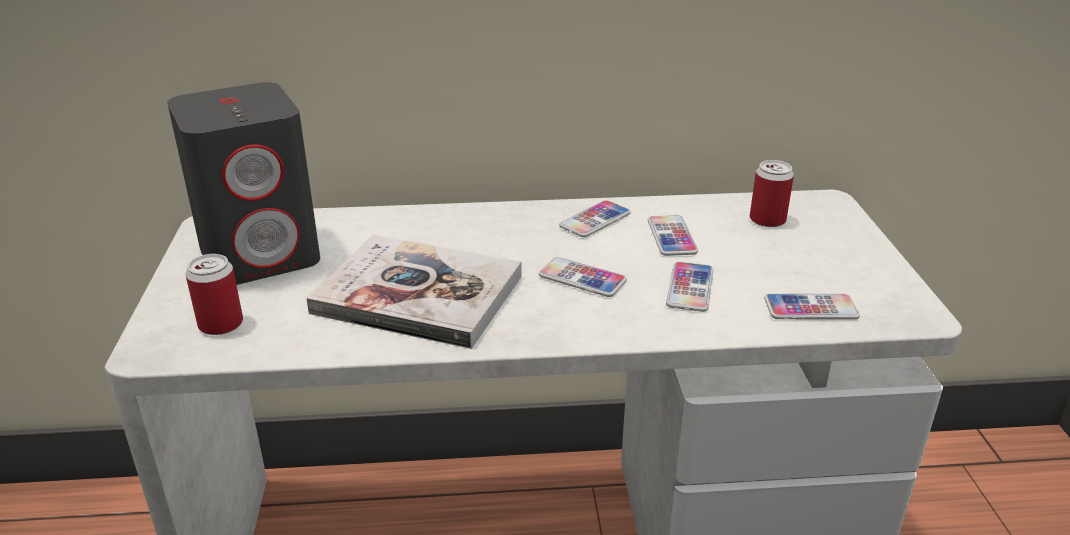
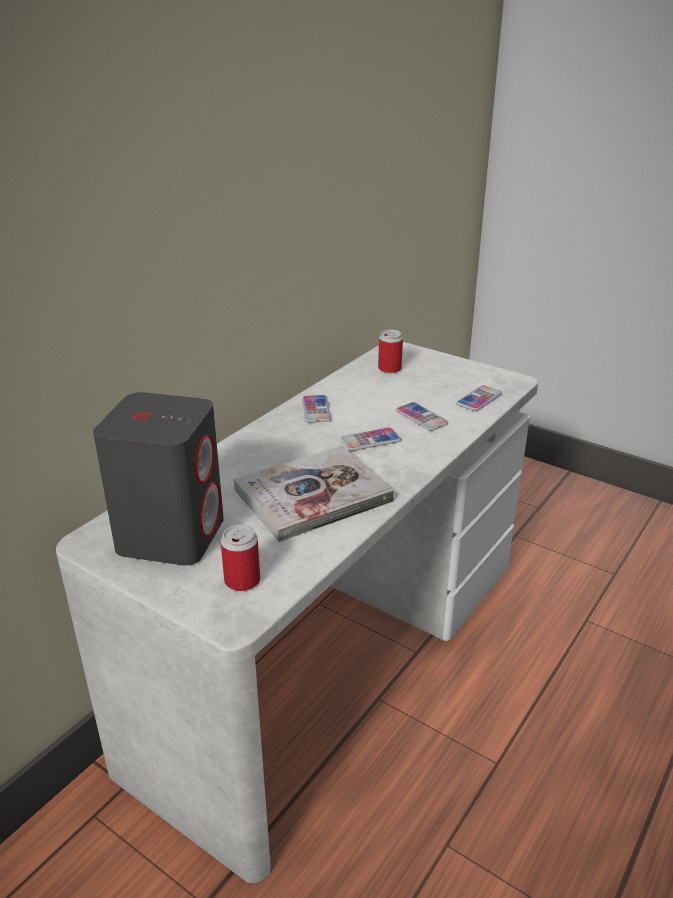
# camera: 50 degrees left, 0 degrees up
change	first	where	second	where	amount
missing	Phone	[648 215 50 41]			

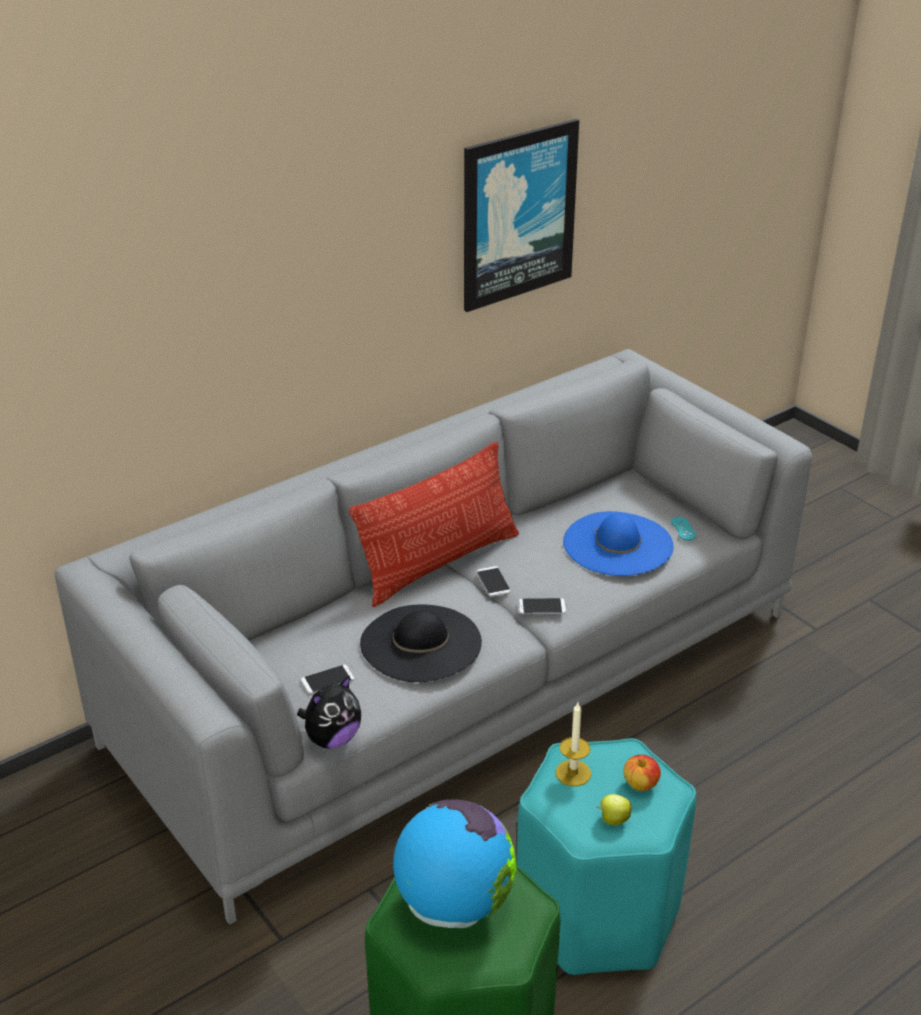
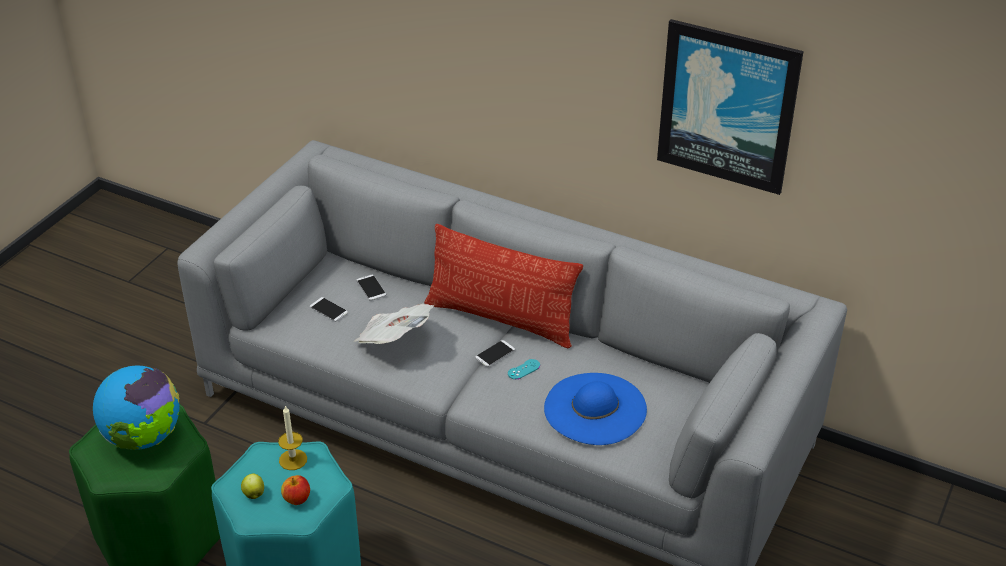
# camera: 65 degrees right, 5 degrees up
change	first	where	second	where	amount
relocated	TurquoiseGameController	[671 517 25 23]		[508 359 32 21]	
relocated	Phone	[519 598 47 16]		[356 275 30 26]	
exchanged	BlackHat	[360 605 122 77]	Newspaper	[354 304 80 40]	
missing	PlushToy	[297 675 64 74]			

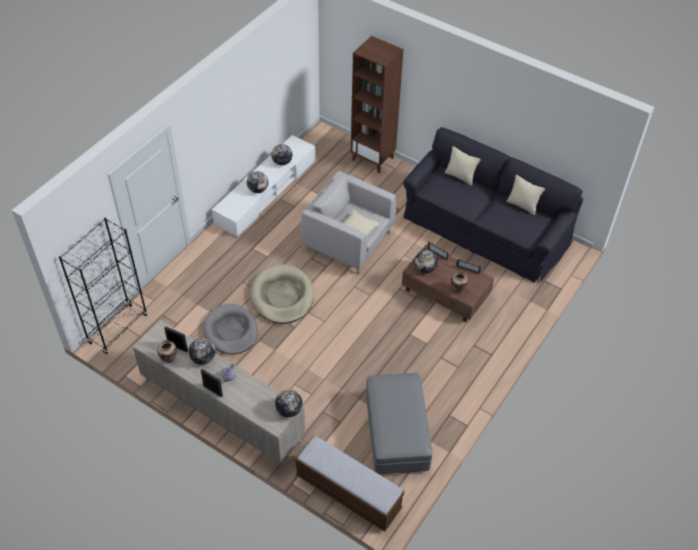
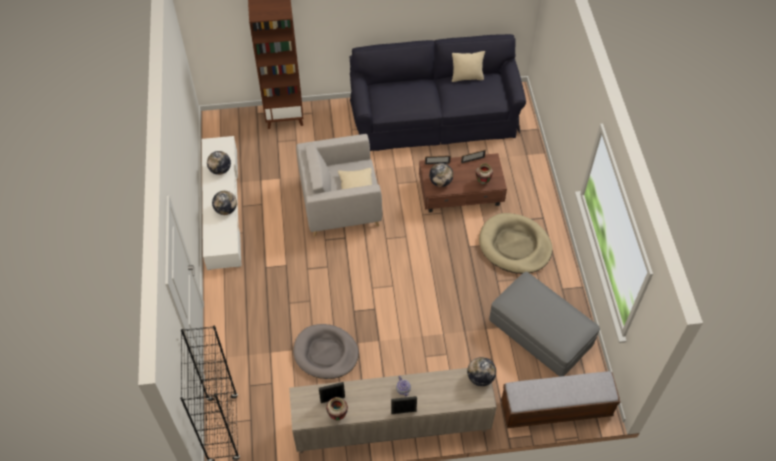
# camera: 40 degrees left, 5 degrees up
change	first	where	second	where	amount
missing	BeigePillow	[445 146 36 40]			
relocated	BeigeDogBed	[251 265 63 59]		[479 213 74 61]	
missing	Globe	[189 338 26 27]			

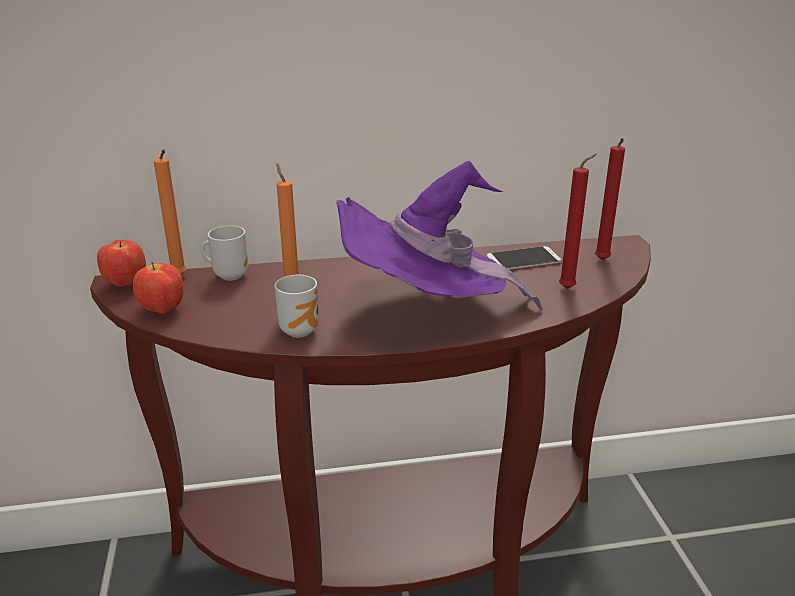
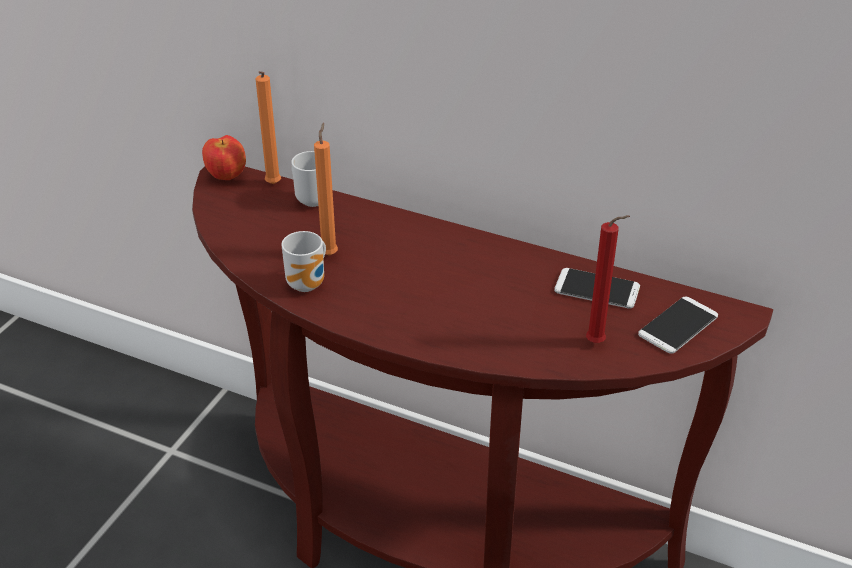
# camera: 35 degrees right, 10 degrees up
change	first	where	second	where	amount
exchanged	RedCandle	[595 138 30 122]	Phone	[638 297 80 57]	
missing	PurpleHat	[336 161 207 150]			
missing	Apple	[133 262 50 52]			

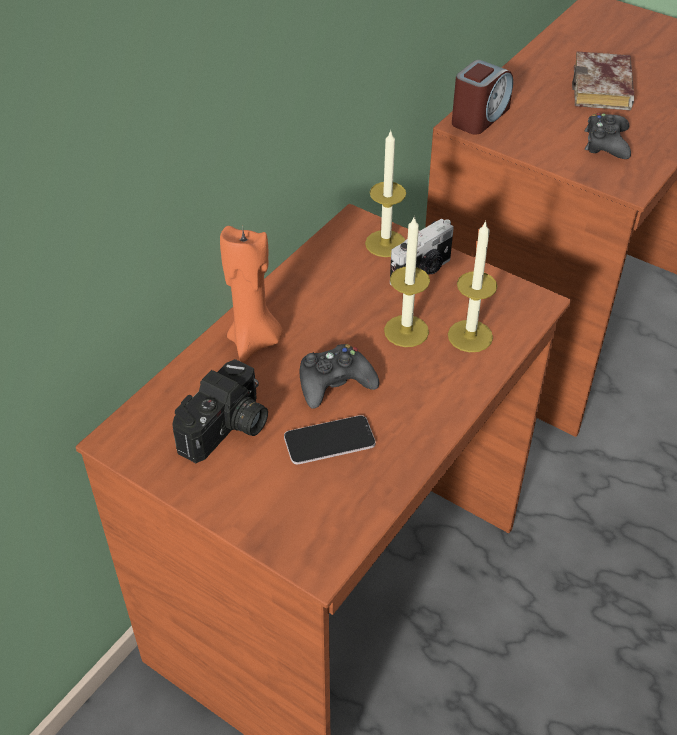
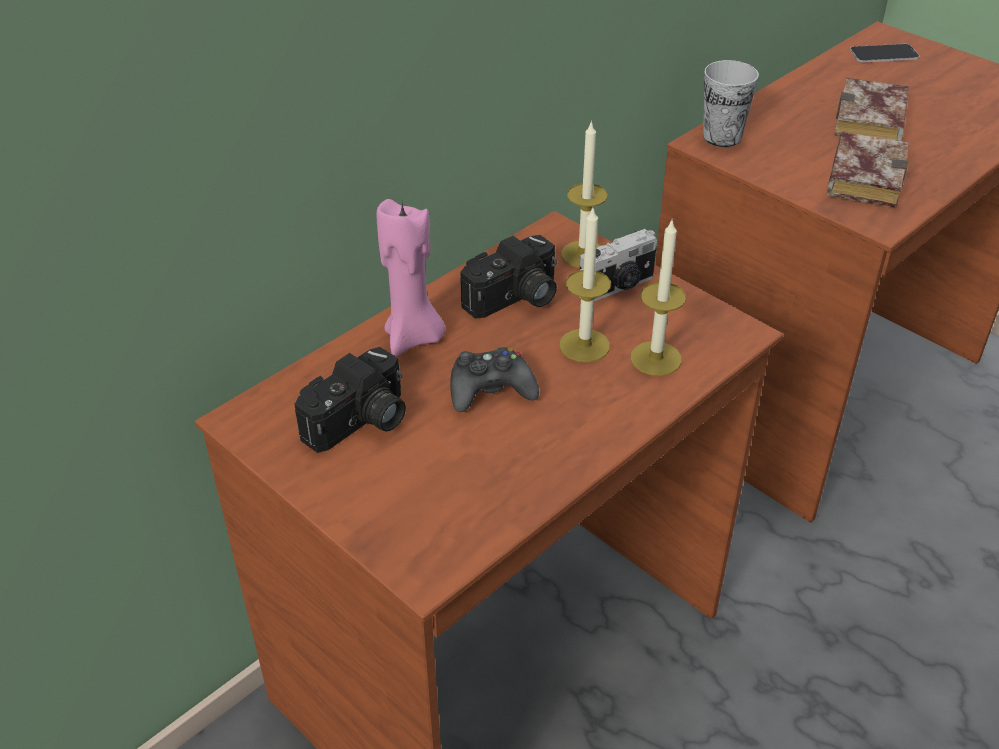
# camera: 10 degrees right, 5 degrees down
change	first	where	second	where	amount
exchanged	AlarmClock	[452 60 61 75]	Cup	[703 60 56 87]	
exchanged	BlackGameController	[585 113 46 46]	Book	[827 132 82 76]	
colour	OrangeCandle	[220 226 63 136]	PinkCandle	[377 199 68 157]	
relocated	Phone	[284 415 92 50]		[850 44 69 19]	
appeared			PhotoCamera	[460 235 97 84]	

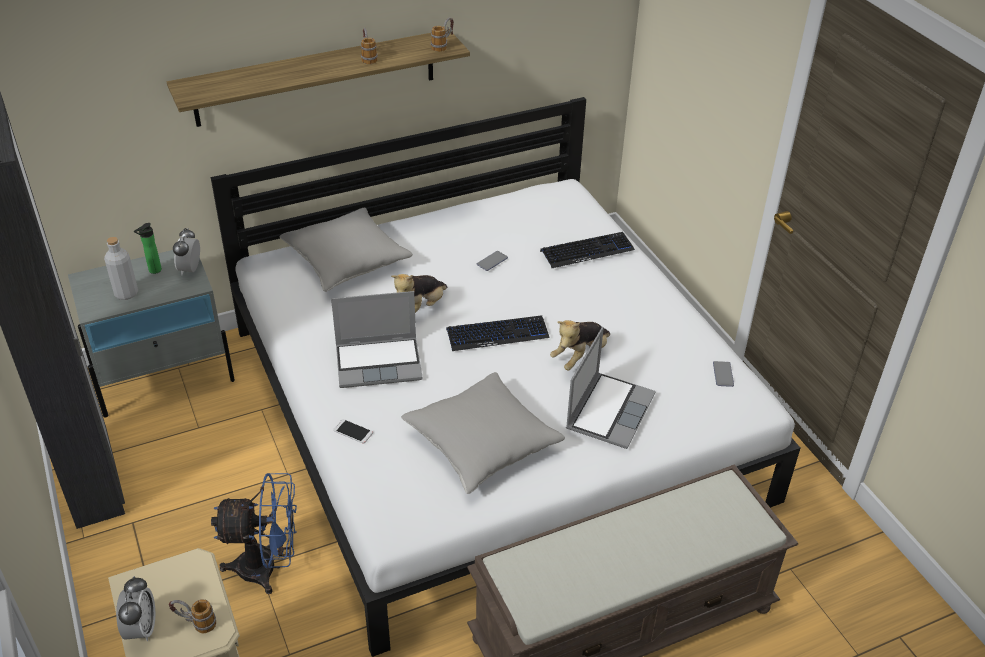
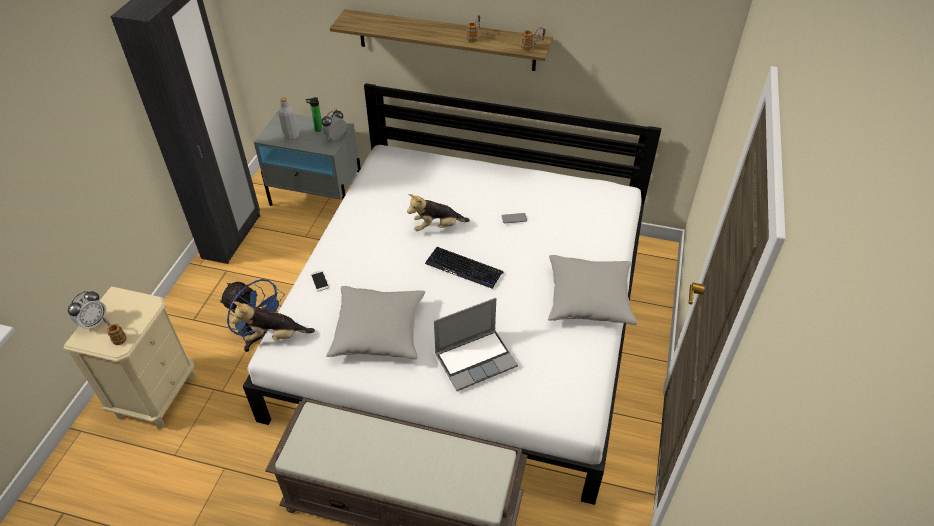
# camera: 40 degrees right, 5 degrees up
change	first	where	second	where	amount
relocated	GreyPillow	[279 208 134 84]		[548 255 89 70]	
missing	Keyboard	[540 232 95 36]			
missing	Laptop	[331 291 92 97]			
relocated	PlushToy	[550 320 60 51]		[231 301 84 40]	
missing	Phone	[713 361 21 26]			

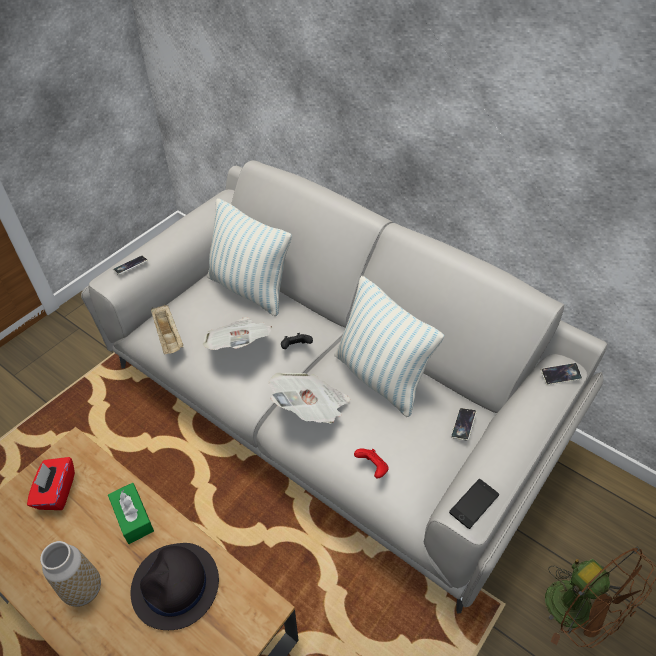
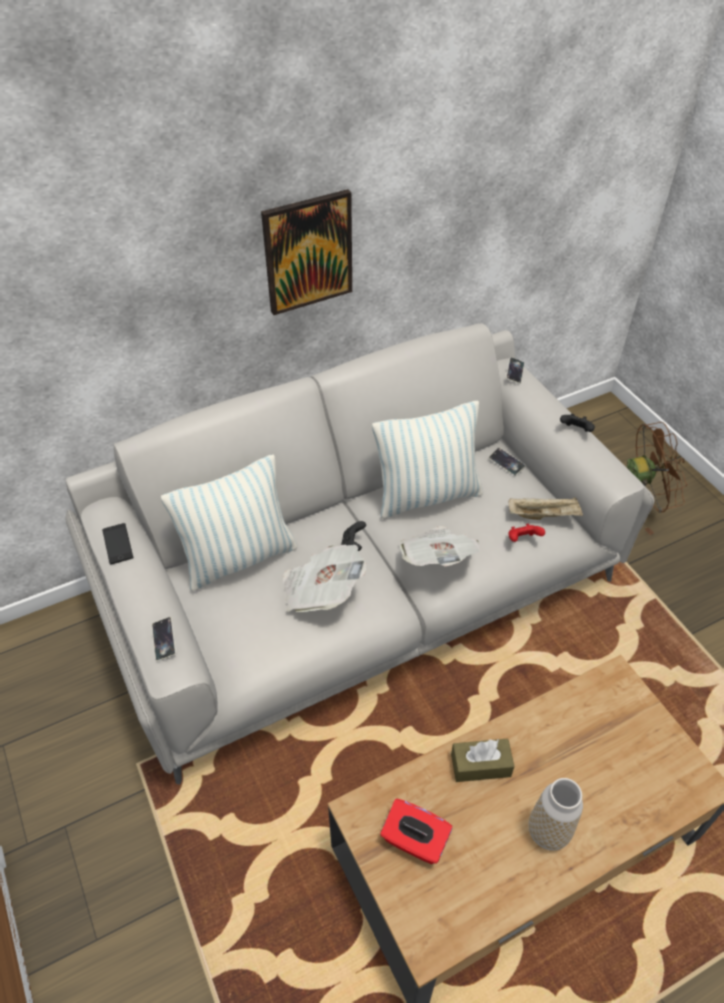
# camera: 65 degrees left, 0 degrees up
change	first	where	second	where	amount
relocated	BeigeTray	[151 305 32 49]		[509 497 74 23]	
relocated	Phone	[449 479 50 50]		[102 523 31 41]	
colour	GreenTissueBox	[108 483 46 61]	BrownTissueBox	[451 739 64 43]	
missing	BlackHat	[131 543 88 87]			
appeared			Picture	[261 189 91 126]	
appeared			BlackGameController	[560 414 35 18]	

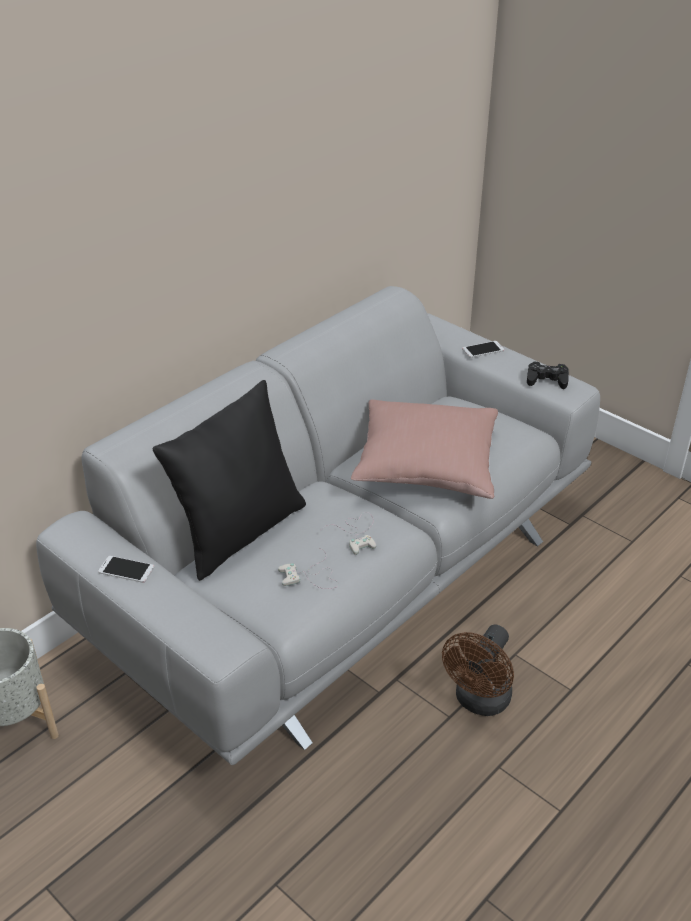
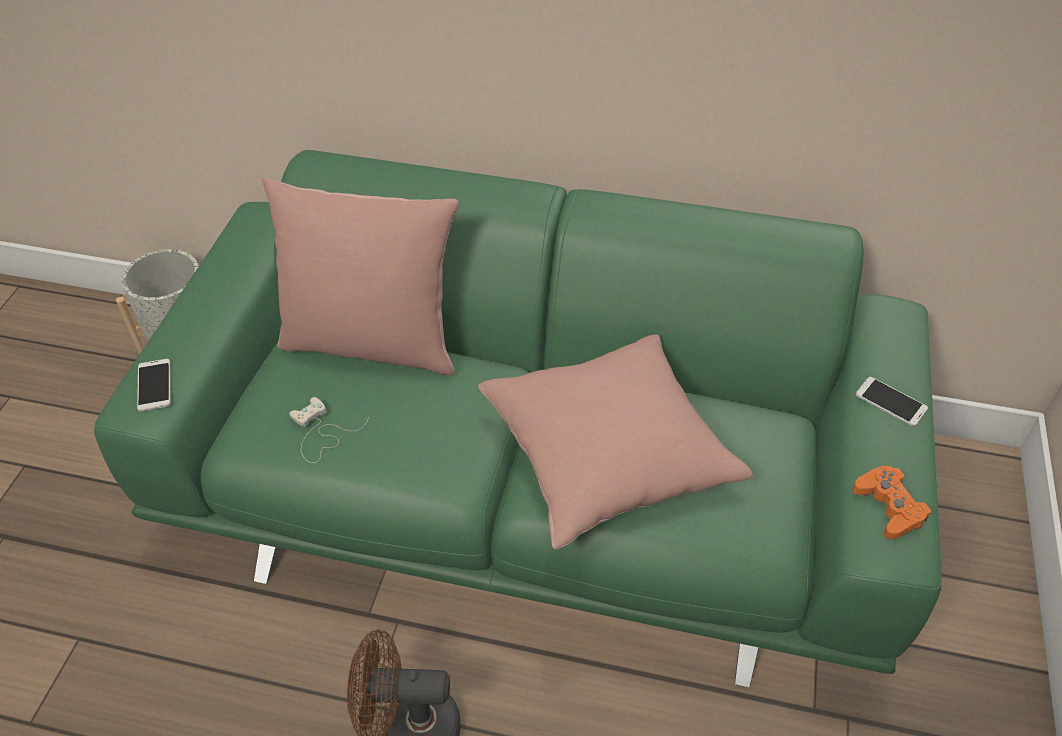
# camera: 60 degrees right, 10 degrees up
change	first	where	second	where	amount
colour	GreySofa	[36 286 564 479]	GreenSofa	[94 150 847 537]	
colour	BlackGameController	[527 362 42 27]	OrangeGameController	[853 466 78 73]	
colour	BlackPillow	[152 380 154 201]	PinkPillow	[262 177 197 199]	
missing	WhiteGameController	[320 512 56 43]			
relocated	Phone	[98 556 57 27]		[137 359 34 53]	

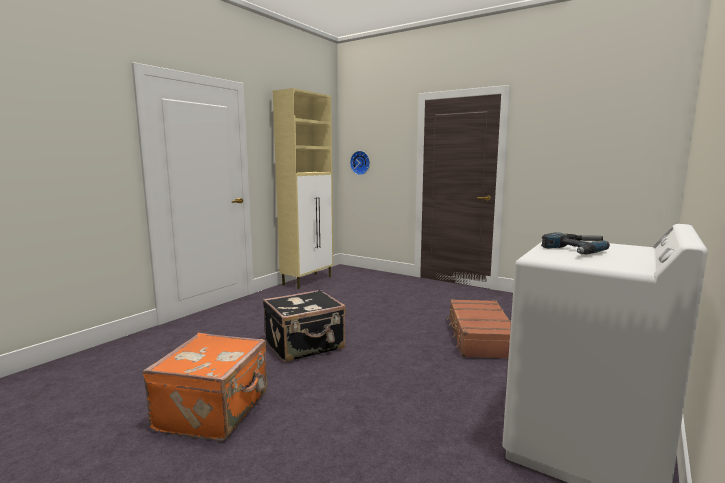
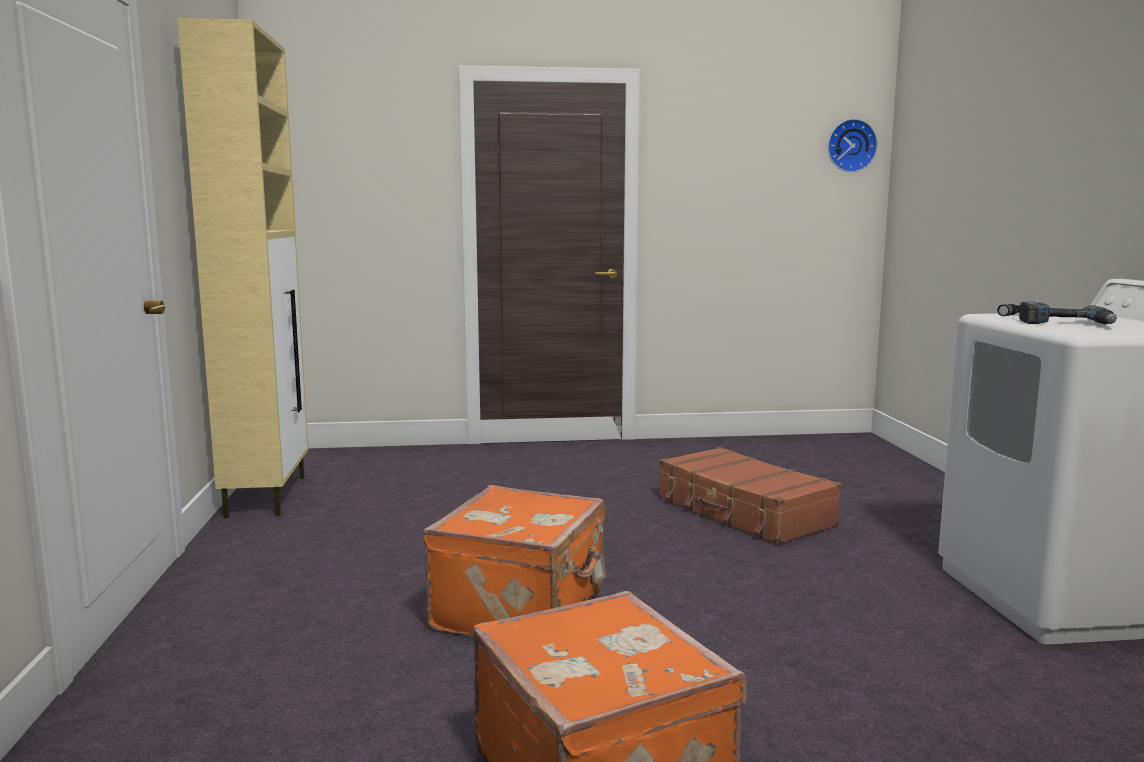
# camera: 40 degrees left, 0 degrees up
change	first	where	second	where	amount
relocated	WallClock	[350 151 20 24]		[828 119 50 53]	
colour	BlackSuitcase	[263 289 83 73]	OrangeSuitcase	[423 485 183 153]	

